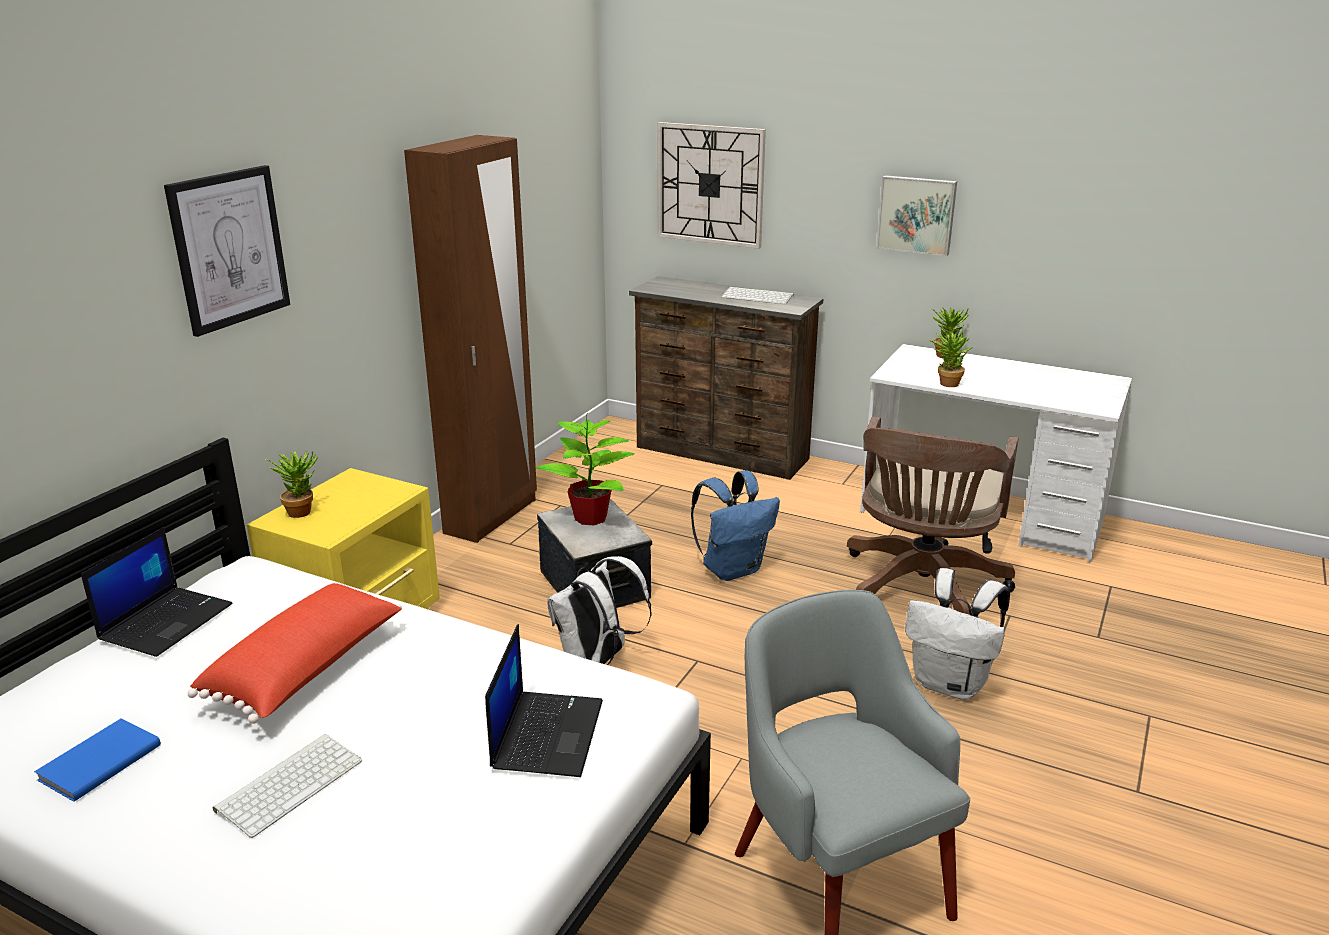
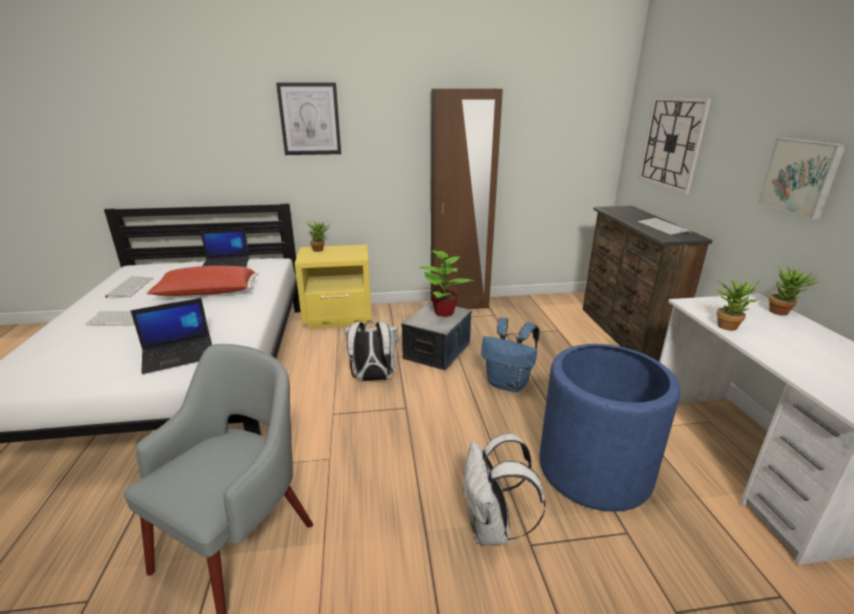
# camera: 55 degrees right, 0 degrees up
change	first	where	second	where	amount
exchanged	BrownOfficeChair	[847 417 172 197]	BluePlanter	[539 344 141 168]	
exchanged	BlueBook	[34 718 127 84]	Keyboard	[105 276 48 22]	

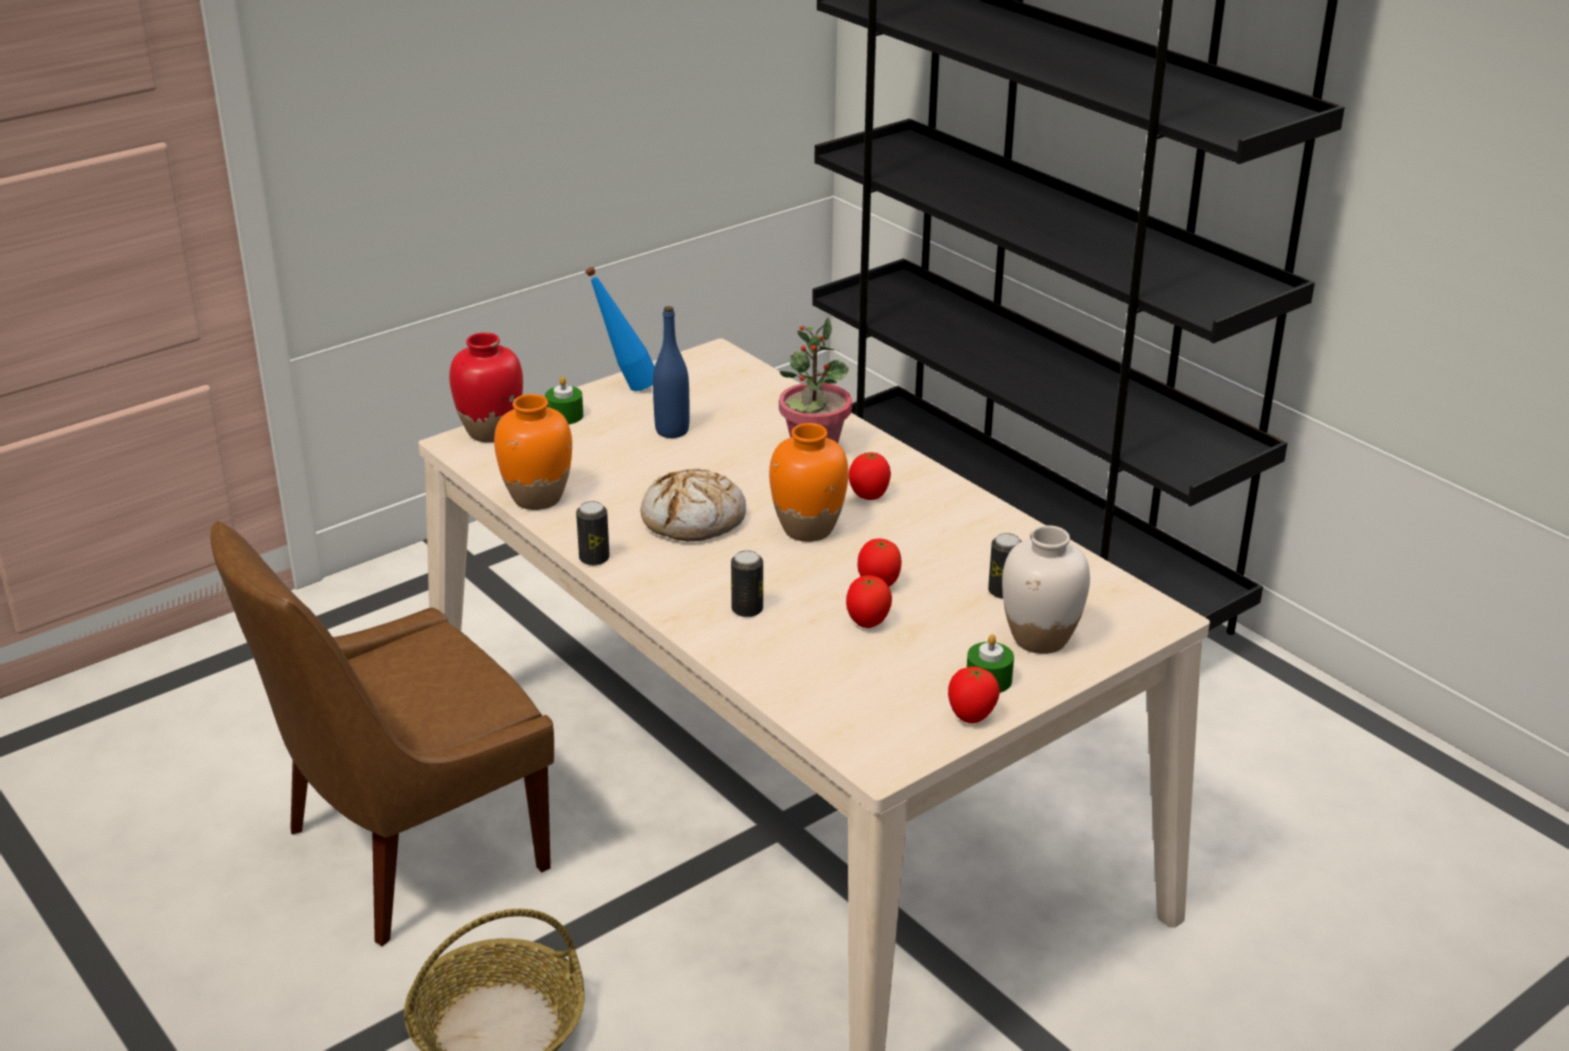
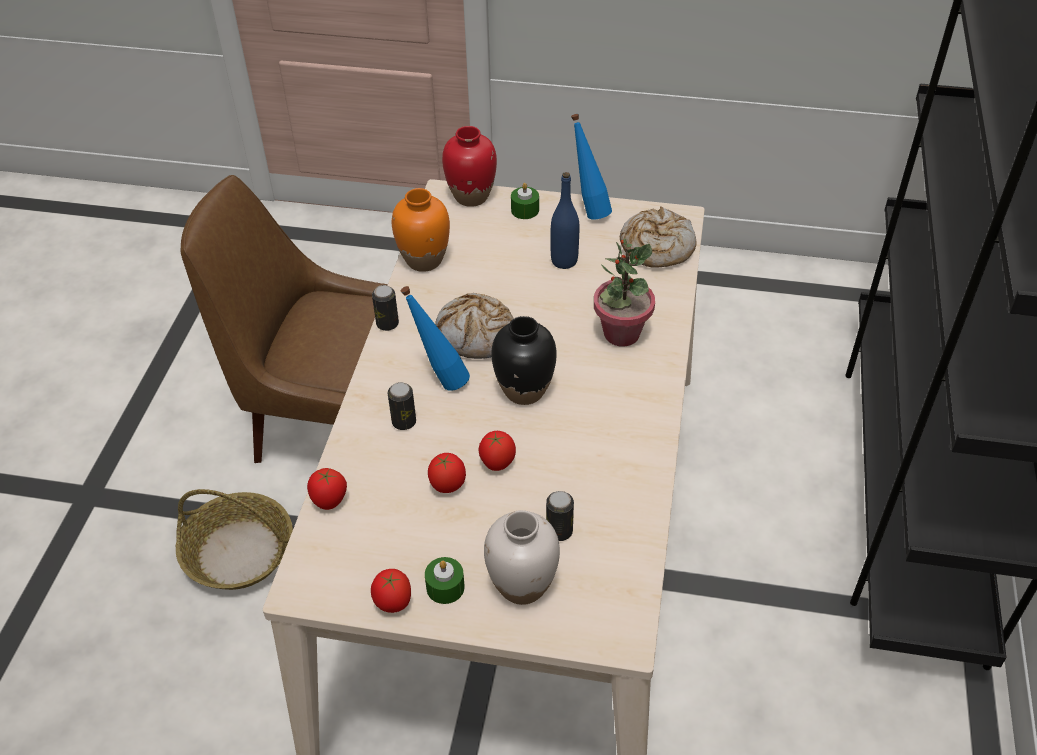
# camera: 50 degrees right, 15 degrees up
change	first	where	second	where	amount
colour	OrangeVase	[769 423 80 119]	BlackVase	[491 316 66 89]	
relocated	Tomato	[849 452 42 48]		[307 468 40 42]	
appeared			Bread	[620 206 77 61]	
appeared			BlueBottle	[401 286 69 105]	

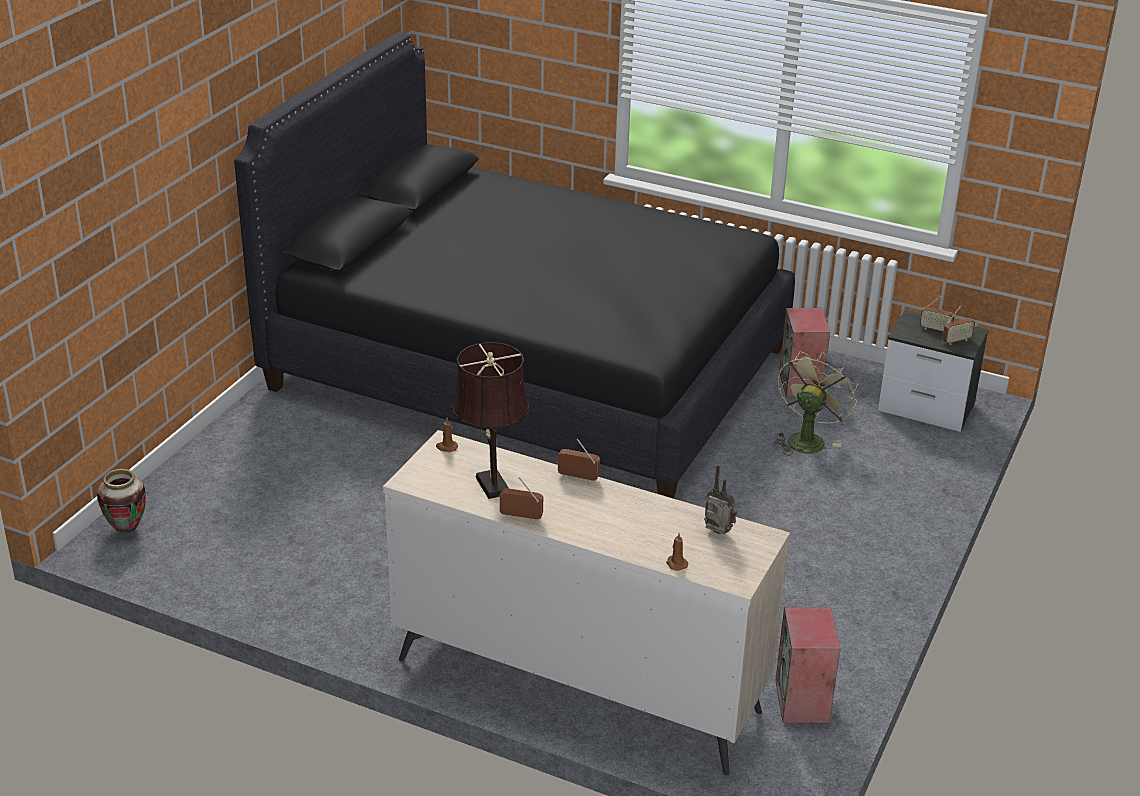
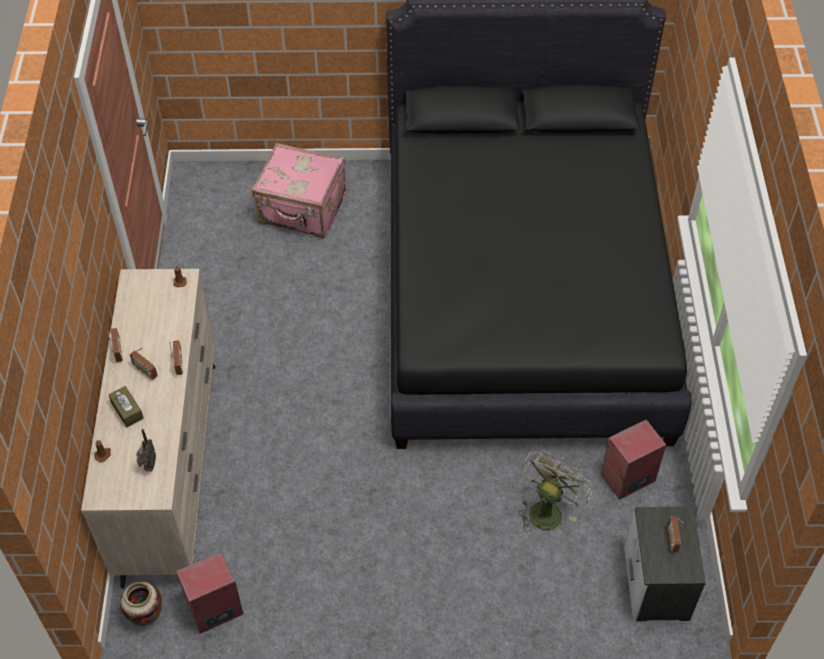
# camera: 65 degrees right, 20 degrees up
change	first	where	second	where	amount
relocated	Radio	[942 306 33 39]		[130 347 28 33]	
missing	BrownTableLamp	[452 342 77 157]			
spun	GreenFan	[775 352 83 104]		[518 451 74 81]	60 degrees counterclockwise
relocated	Vase	[97 469 49 65]		[120 581 42 45]	
appeared			PinkSuitcase	[252 143 94 95]	
appeared			BrownTissueBox	[108 386 36 41]	

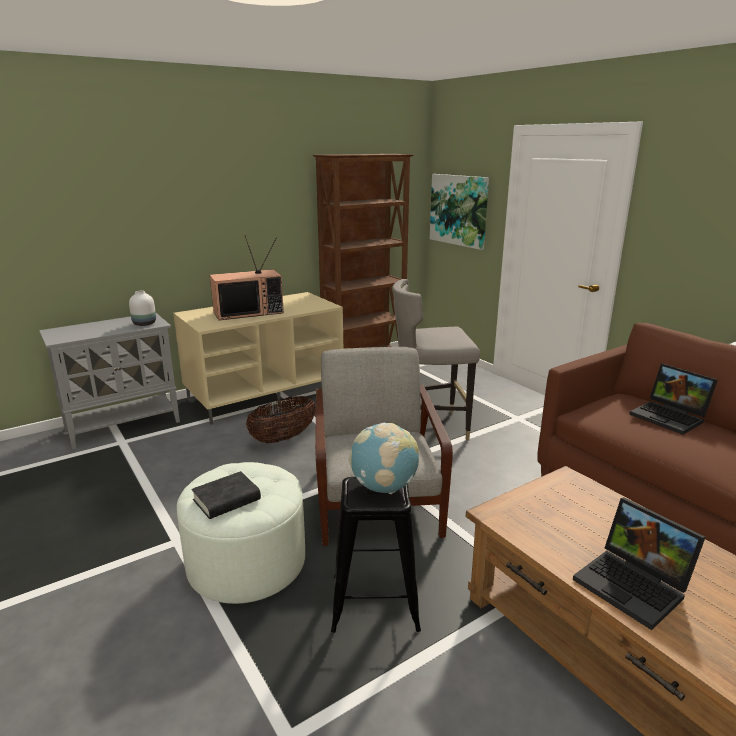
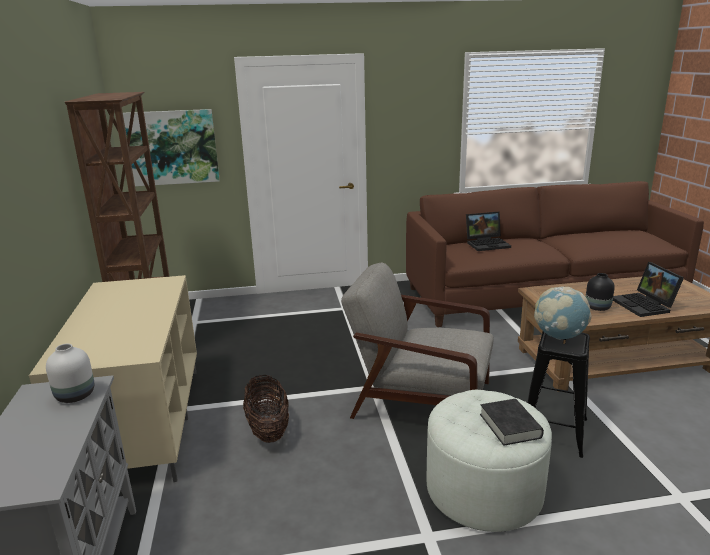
# camera: 65 degrees left, 0 degrees up
change	first	where	second	where	amount
missing	Television	[210 235 74 85]			
missing	GreyStool	[393 279 87 162]			
spun	Laptop	[573 497 133 133]		[613 262 71 55]	90 degrees clockwise
appeared			BlackVase	[586 273 29 38]	

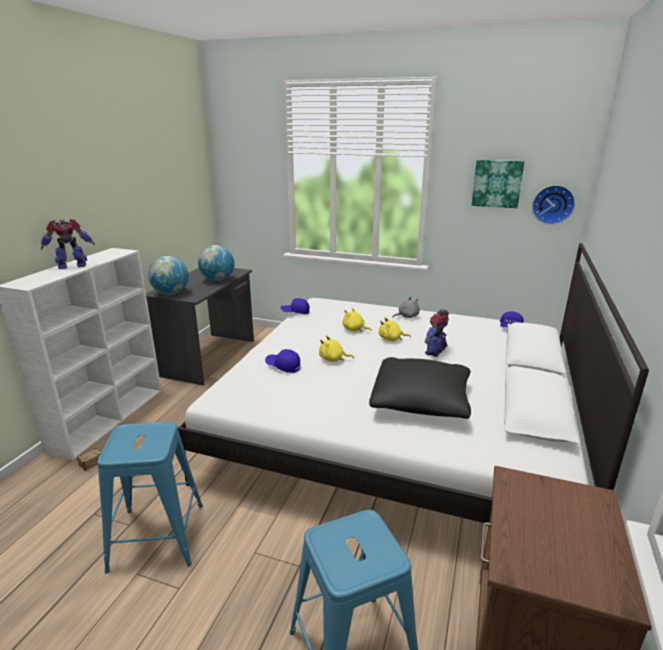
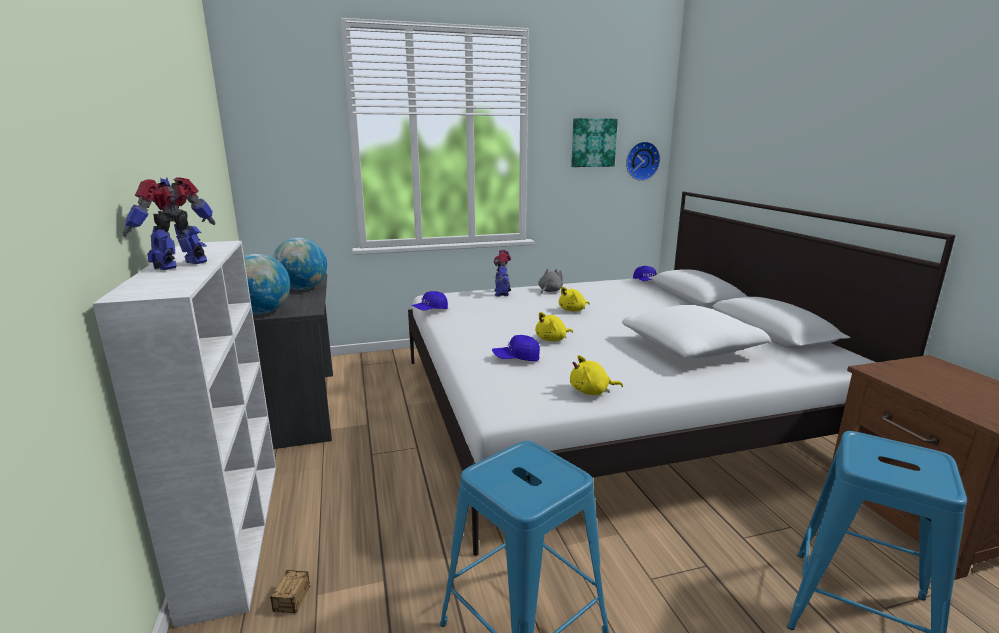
# camera: 35 degrees left, 5 degrees down
change	first	where	second	where	amount
relocated	YellowPlushToy	[342 308 30 24]		[570 355 53 40]	
relocated	ToyRobot	[424 309 25 48]		[494 250 17 47]	
colour	BlackPillow	[369 357 102 62]	WhitePillow	[622 305 149 54]	

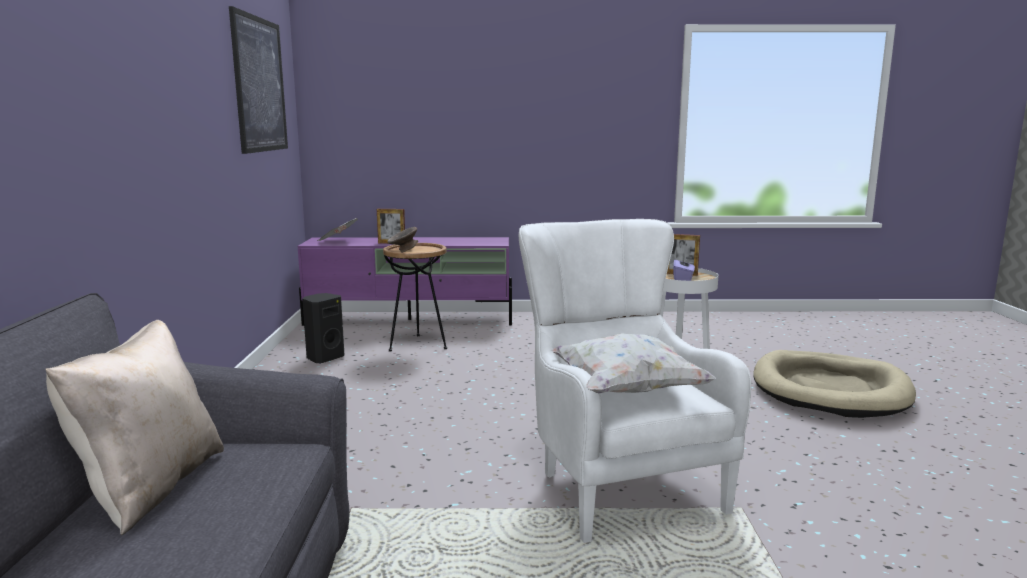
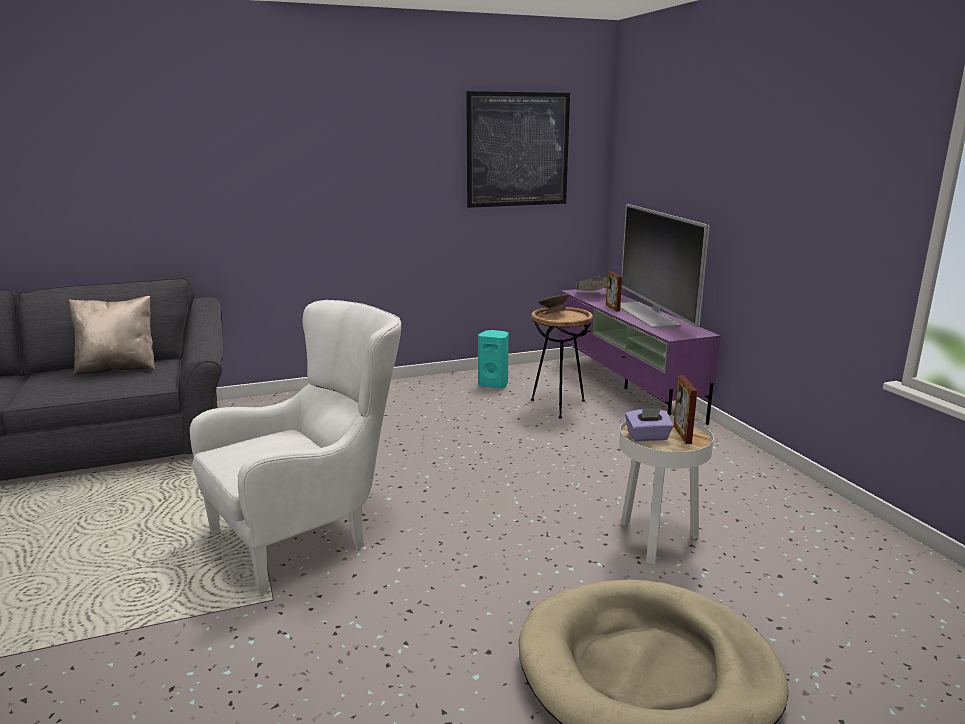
# camera: 70 degrees right, 5 degrees up
change	first	where	second	where	amount
colour	BlackSpeaker	[302 293 42 71]	TurquoiseSpeaker	[478 330 31 59]	
missing	WhitePillow	[551 333 165 60]			
appeared			Television	[620 204 90 124]	

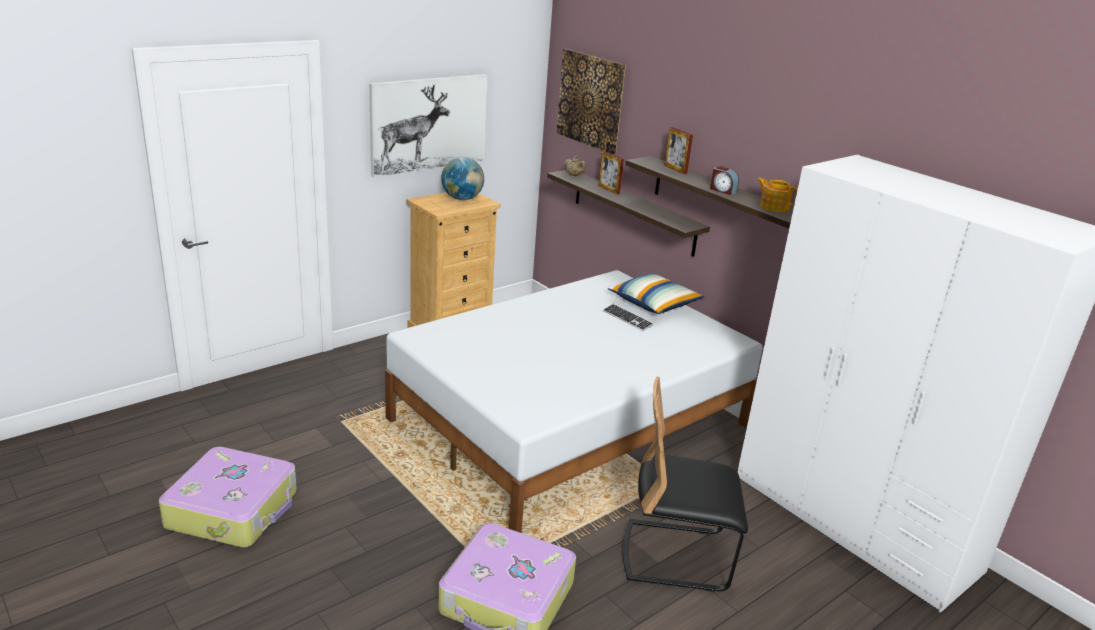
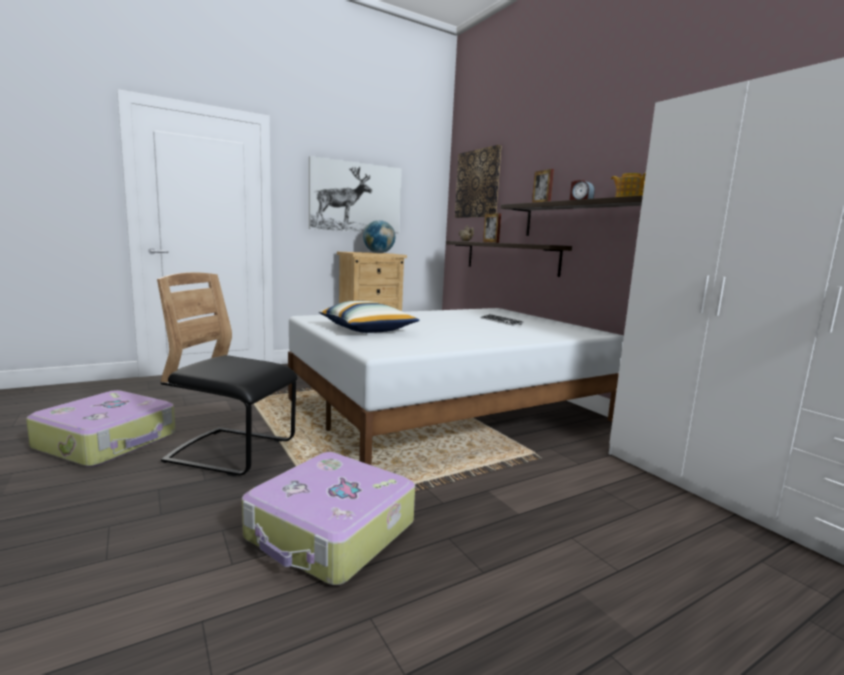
# camera: 10 degrees right, 15 degrees down
change	first	where	second	where	amount
relocated	Pillow	[608 273 96 41]		[319 301 101 32]	
relocated	BlackChair	[623 376 125 216]		[157 272 141 205]	

